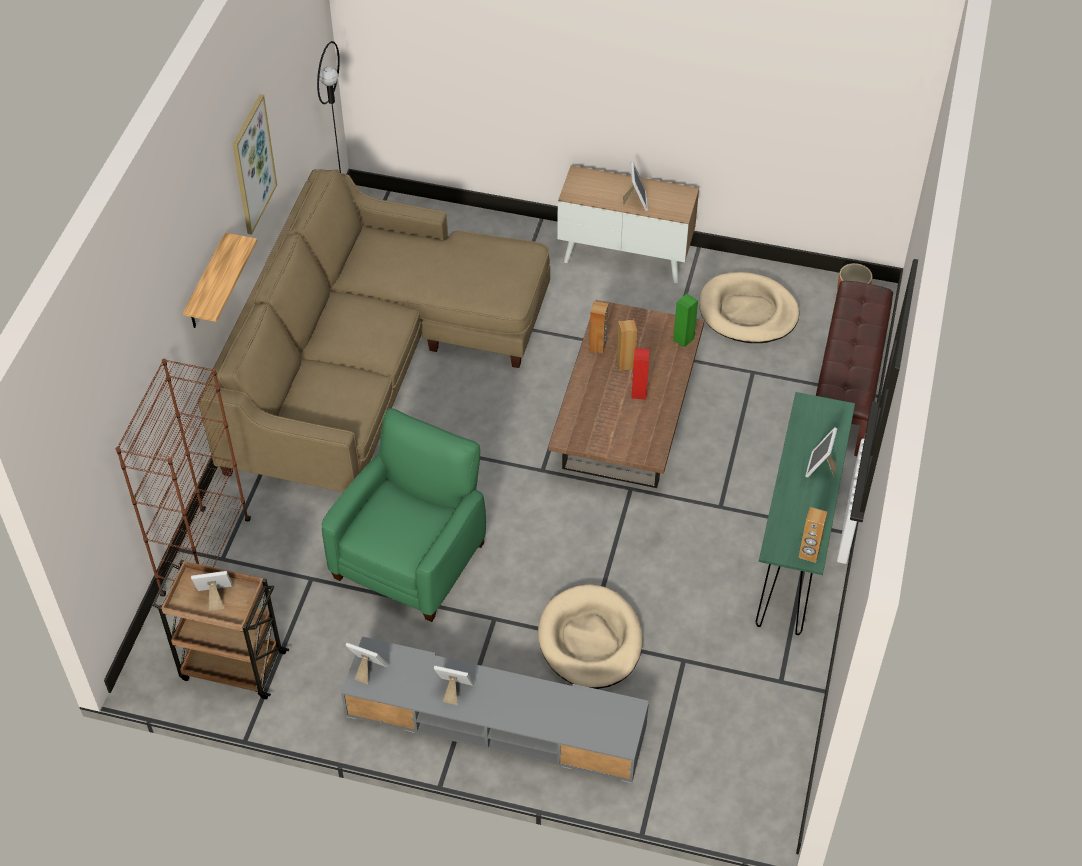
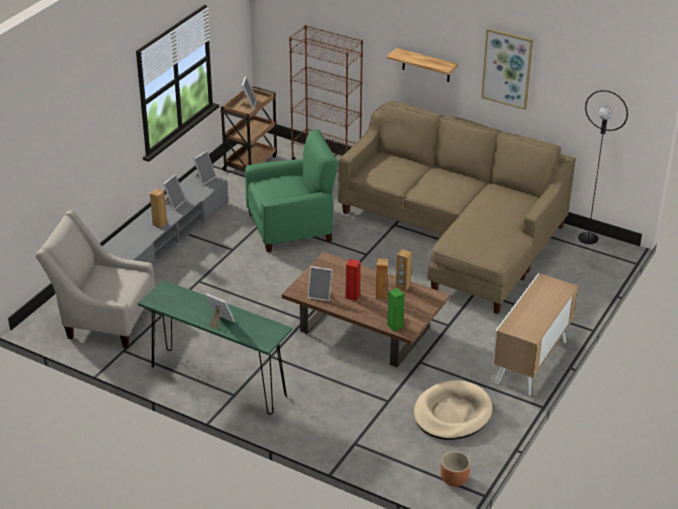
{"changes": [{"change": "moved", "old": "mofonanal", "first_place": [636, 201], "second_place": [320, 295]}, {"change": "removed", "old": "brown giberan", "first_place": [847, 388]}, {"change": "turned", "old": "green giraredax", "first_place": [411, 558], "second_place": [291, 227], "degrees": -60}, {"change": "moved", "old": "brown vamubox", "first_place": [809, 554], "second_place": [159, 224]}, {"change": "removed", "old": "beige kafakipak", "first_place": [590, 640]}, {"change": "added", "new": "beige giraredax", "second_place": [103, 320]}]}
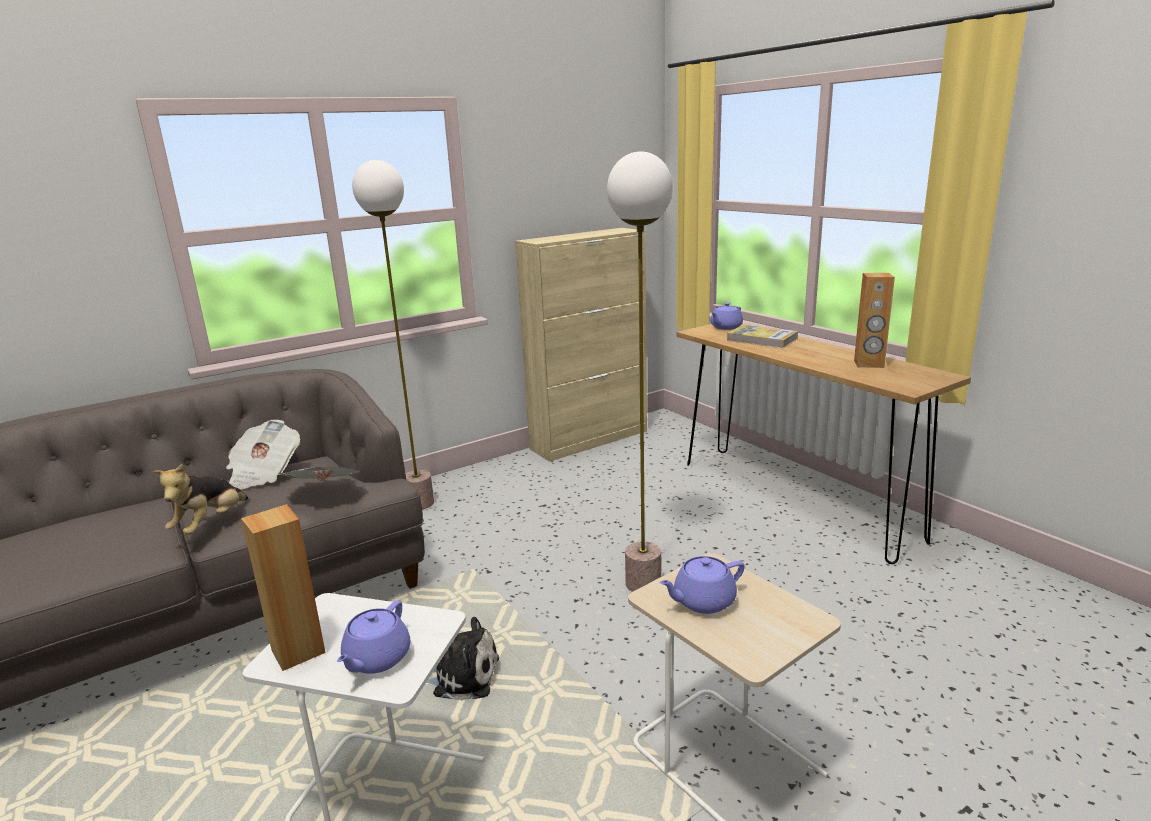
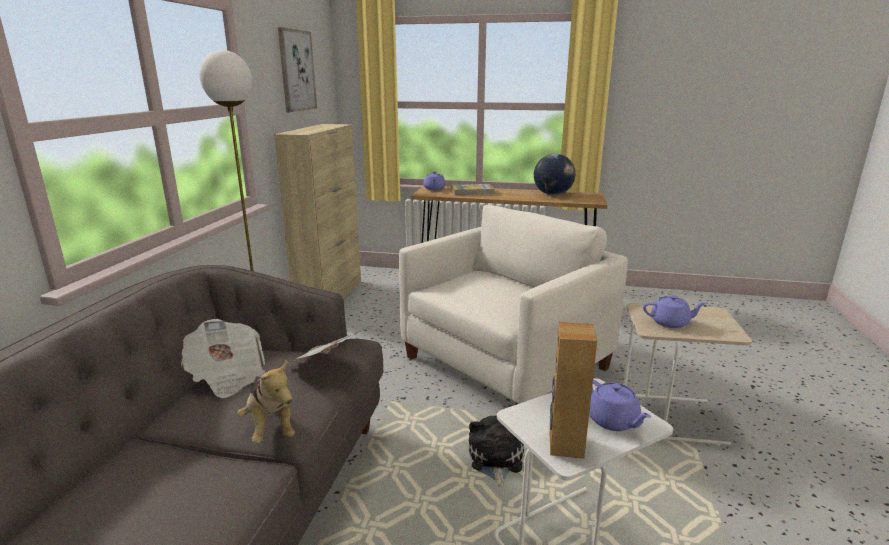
{"changes": [{"change": "replaced", "old": "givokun", "new": "white giraredax", "first_place": [643, 584], "second_place": [504, 362]}, {"change": "replaced", "old": "brown vamubox", "new": "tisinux", "first_place": [869, 364], "second_place": [552, 194]}, {"change": "turned", "old": "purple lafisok", "first_place": [702, 601], "second_place": [670, 322], "degrees": -105}, {"change": "turned", "old": "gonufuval", "first_place": [462, 676], "second_place": [495, 460], "degrees": -45}, {"change": "added", "new": "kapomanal", "second_place": [296, 70]}]}
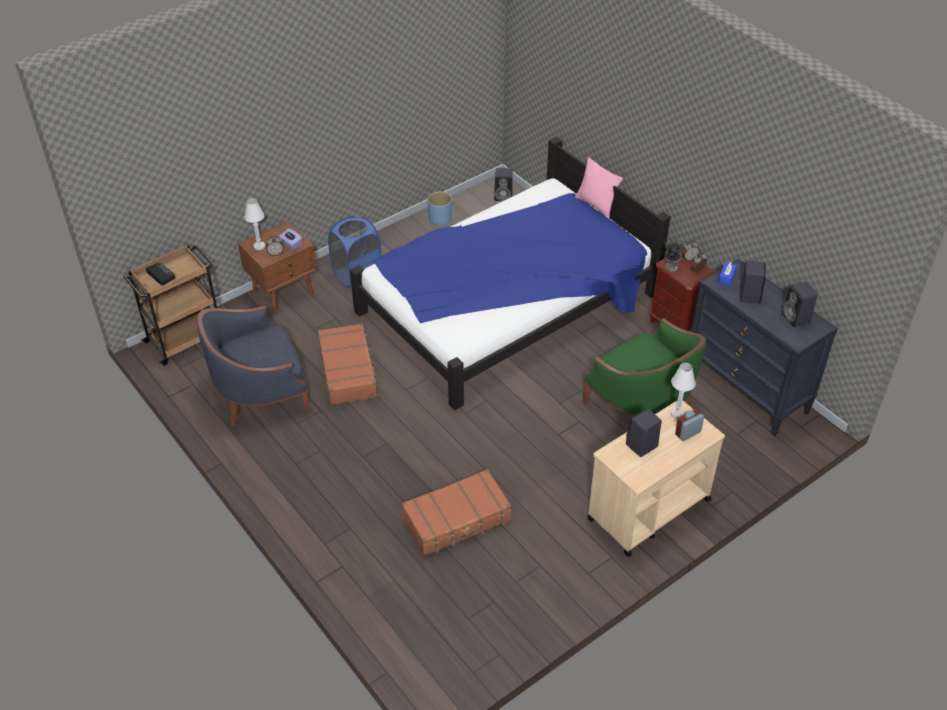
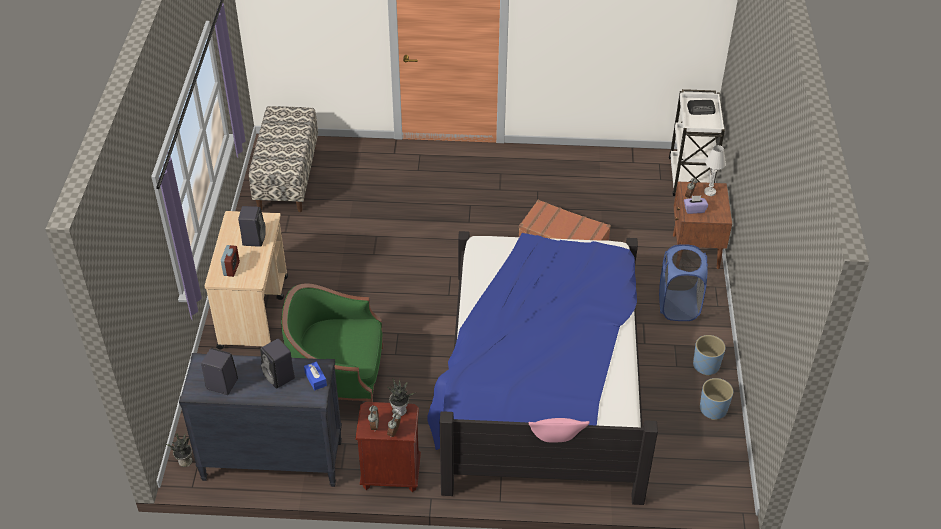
{"changes": [{"change": "removed", "old": "black vamubox", "first_place": [504, 196]}, {"change": "recoloured", "old": "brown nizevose", "new": "white nizevose", "first_place": [185, 339], "second_place": [690, 179]}, {"change": "removed", "old": "blue giraredax", "first_place": [260, 393]}, {"change": "removed", "old": "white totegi", "first_place": [677, 413]}, {"change": "removed", "old": "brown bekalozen", "first_place": [457, 520]}, {"change": "added", "new": "giberan", "second_place": [287, 177]}, {"change": "added", "new": "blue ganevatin", "second_place": [706, 365]}, {"change": "added", "new": "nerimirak", "second_place": [184, 461]}]}
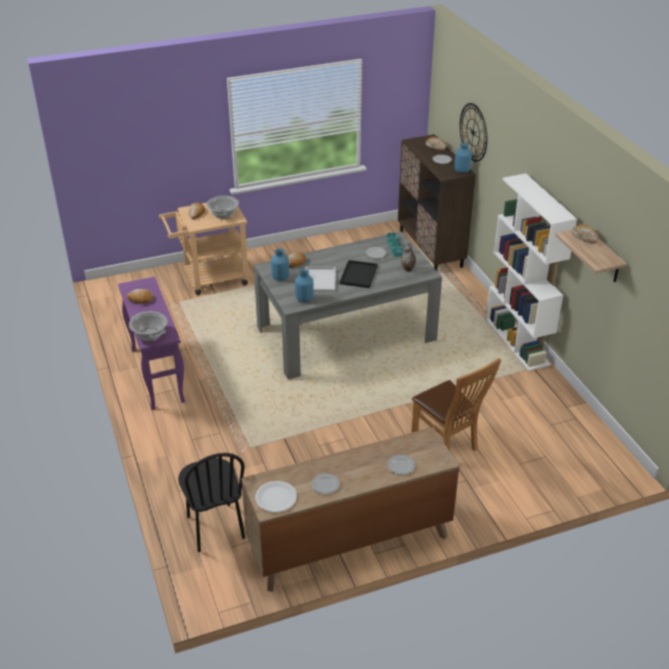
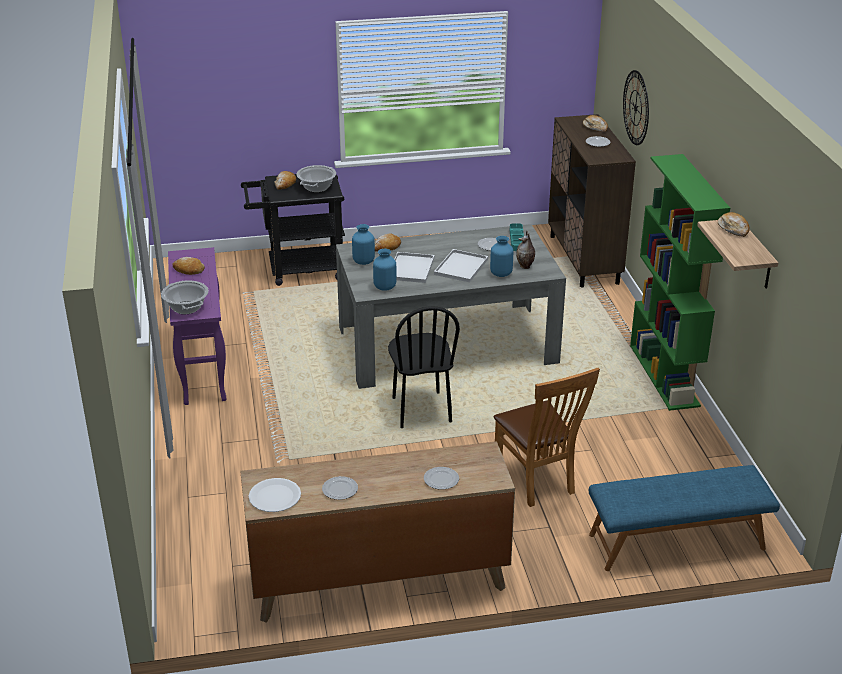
{"changes": [{"change": "moved", "old": "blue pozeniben", "first_place": [461, 171], "second_place": [500, 274]}, {"change": "recoloured", "old": "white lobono", "new": "green lobono", "first_place": [517, 342], "second_place": [665, 375]}, {"change": "recoloured", "old": "beige nizevose", "new": "black nizevose", "first_place": [210, 279], "second_place": [298, 269]}, {"change": "recoloured", "old": "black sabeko", "new": "white sabeko", "first_place": [358, 274], "second_place": [461, 266]}, {"change": "moved", "old": "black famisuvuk", "first_place": [215, 527], "second_place": [421, 410]}, {"change": "added", "new": "blue giberan", "second_place": [677, 542]}]}
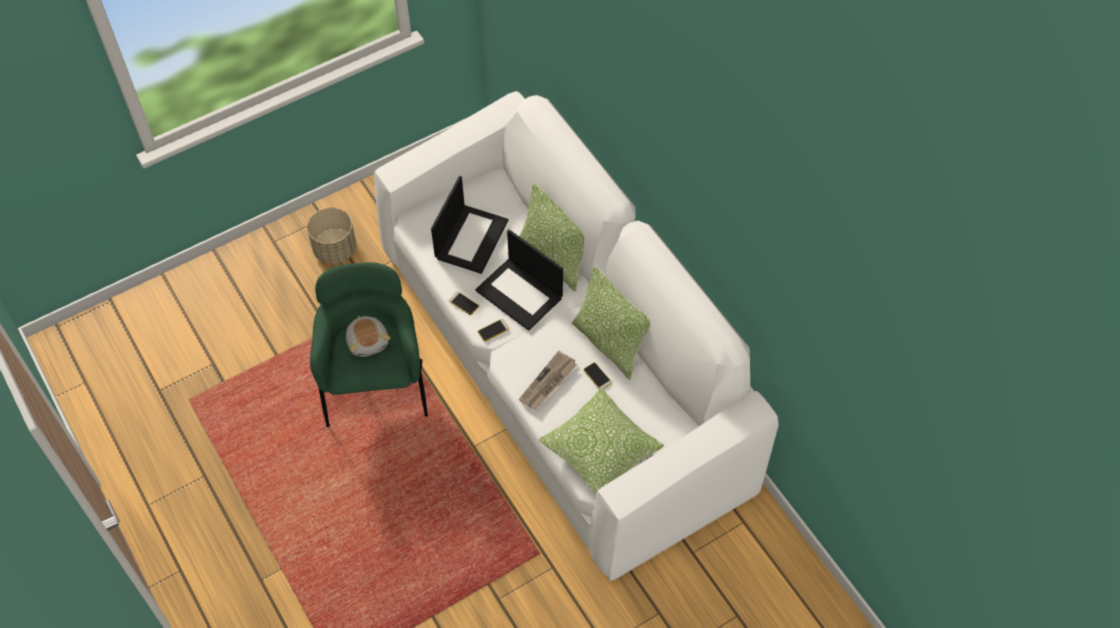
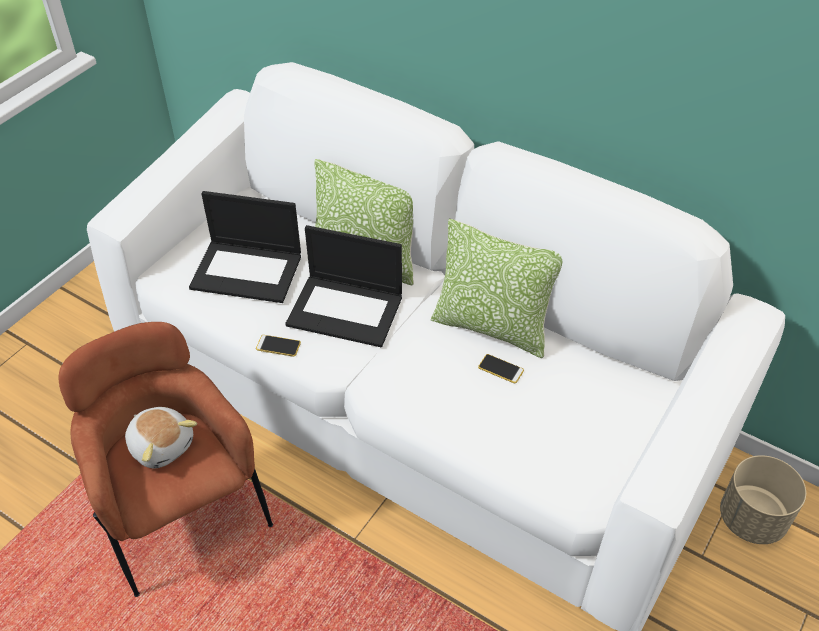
{"changes": [{"change": "turned", "old": "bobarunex", "first_place": [471, 238], "second_place": [248, 271], "degrees": 105}, {"change": "moved", "old": "beige ganevatin", "first_place": [335, 249], "second_place": [751, 519]}, {"change": "recoloured", "old": "green giraredax", "new": "brown giraredax", "first_place": [375, 383], "second_place": [181, 511]}, {"change": "removed", "old": "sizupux", "first_place": [493, 330]}, {"change": "removed", "old": "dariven", "first_place": [548, 383]}, {"change": "removed", "old": "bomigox", "first_place": [600, 450]}]}
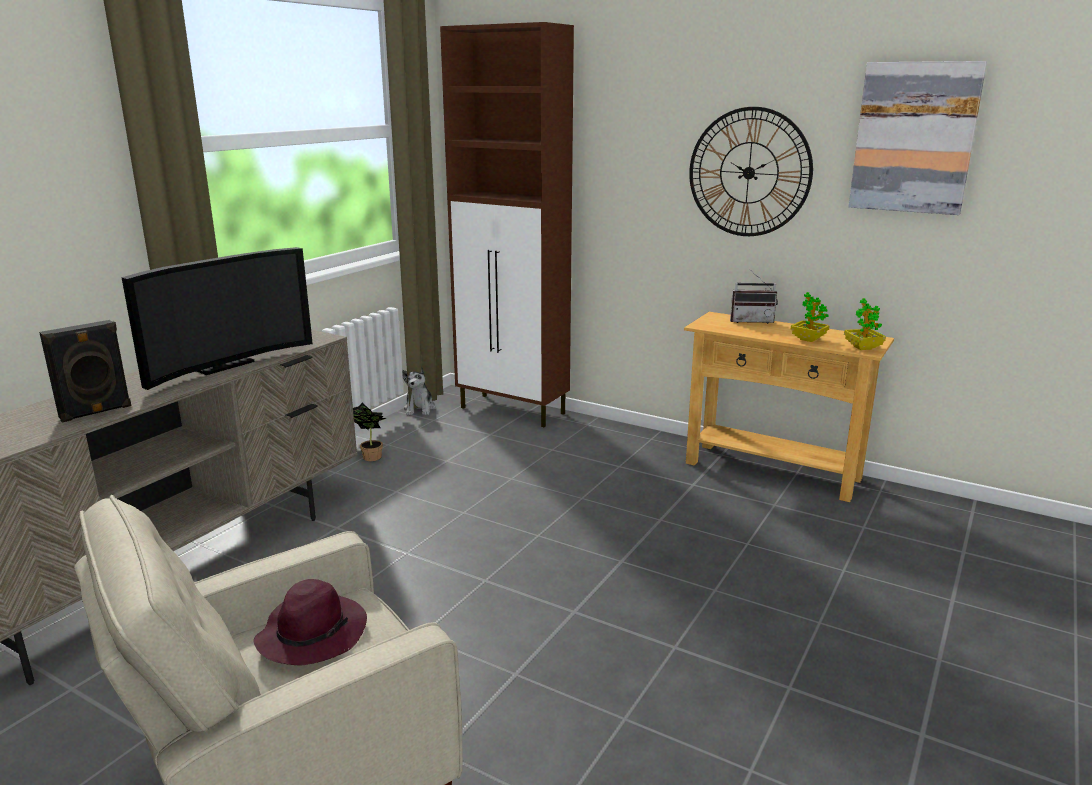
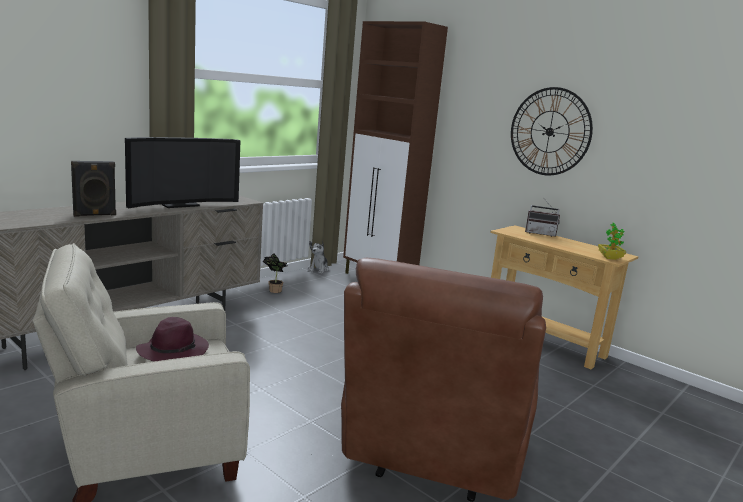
{"changes": [{"change": "removed", "old": "kapomanal", "first_place": [914, 138]}, {"change": "removed", "old": "nerimirak", "first_place": [808, 339]}, {"change": "added", "new": "brown giraredax", "second_place": [432, 458]}]}
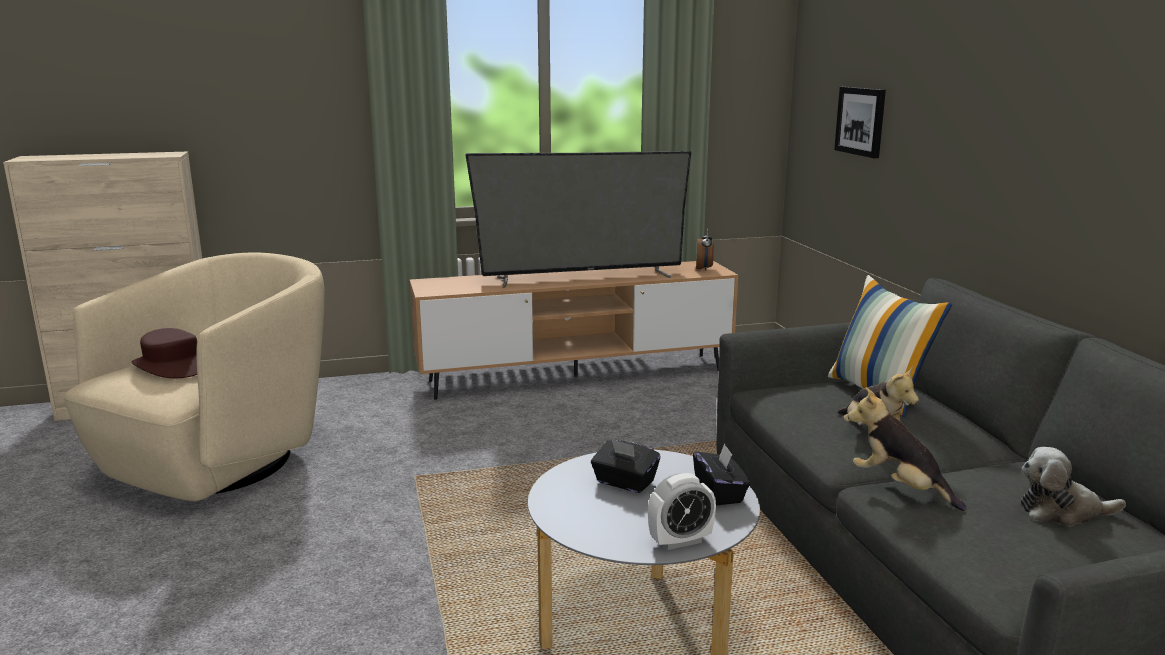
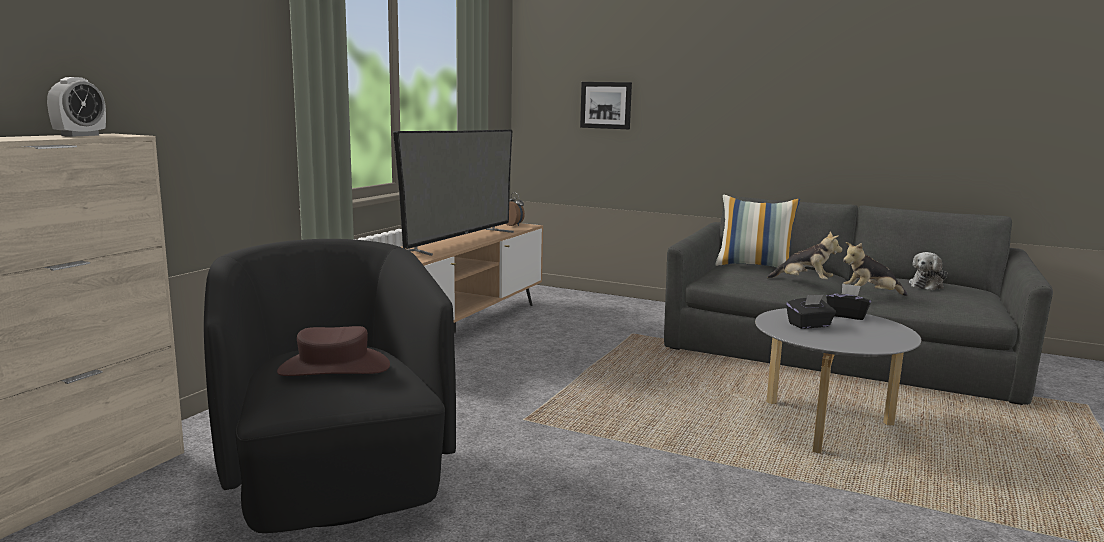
{"changes": [{"change": "recoloured", "old": "beige giraredax", "new": "black giraredax", "first_place": [220, 461], "second_place": [335, 480]}, {"change": "moved", "old": "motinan", "first_place": [680, 541], "second_place": [80, 135]}]}
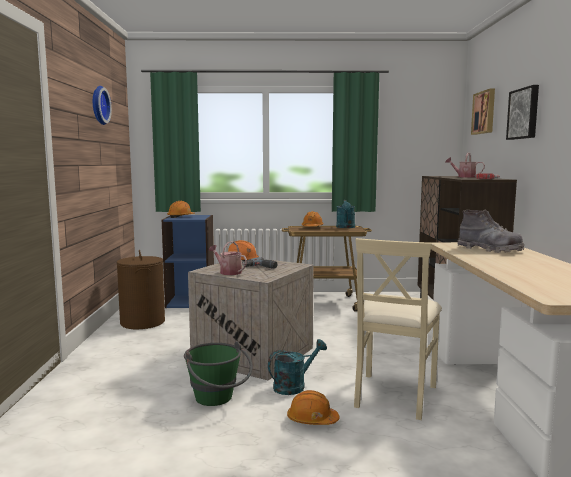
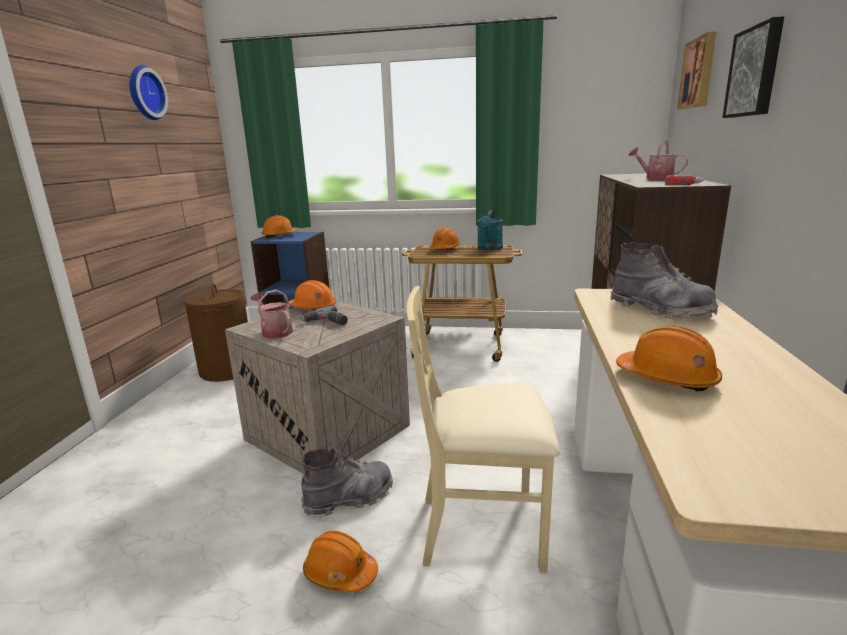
{"changes": [{"change": "turned", "old": "beige famisuvuk", "first_place": [394, 395], "second_place": [482, 529], "degrees": 60}, {"change": "replaced", "old": "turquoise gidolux", "new": "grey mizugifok", "first_place": [294, 386], "second_place": [350, 498]}, {"change": "removed", "old": "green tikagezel", "first_place": [218, 400]}, {"change": "added", "new": "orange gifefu", "second_place": [667, 378]}]}
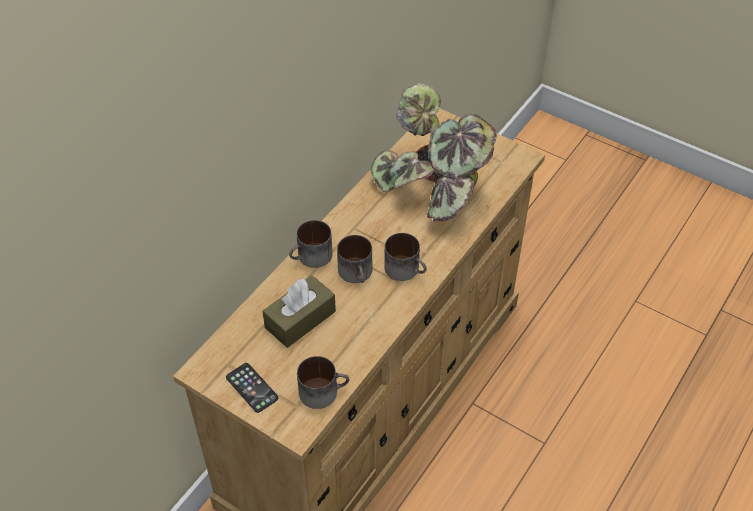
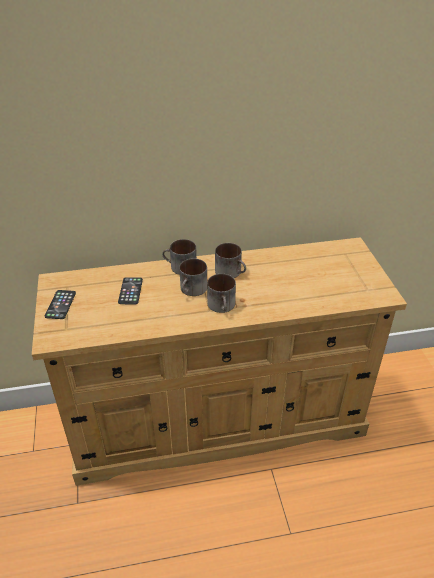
{"changes": [{"change": "removed", "old": "nerimirak", "first_place": [434, 190]}, {"change": "replaced", "old": "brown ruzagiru", "new": "sizupux", "first_place": [300, 319], "second_place": [130, 291]}, {"change": "moved", "old": "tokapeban", "first_place": [323, 391], "second_place": [231, 272]}]}
